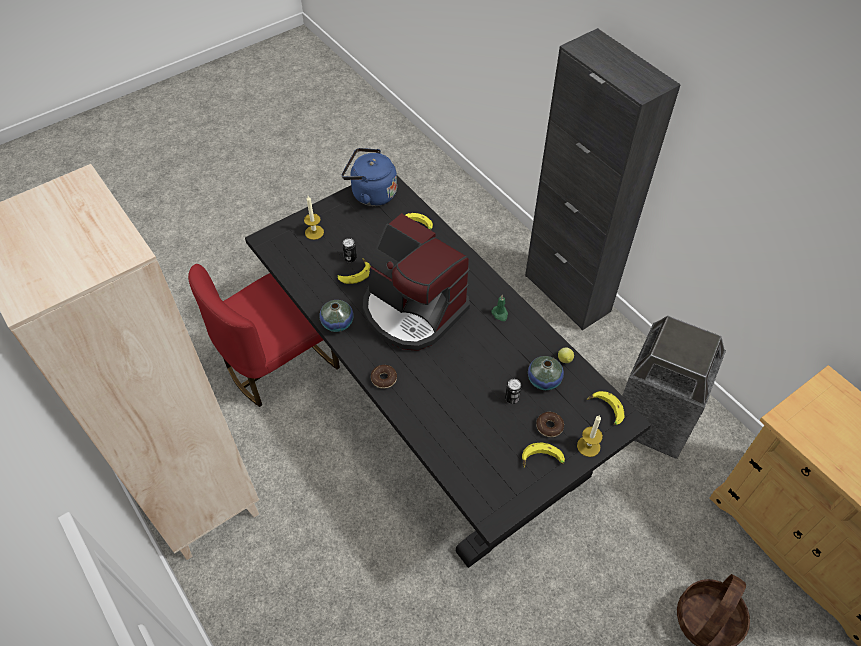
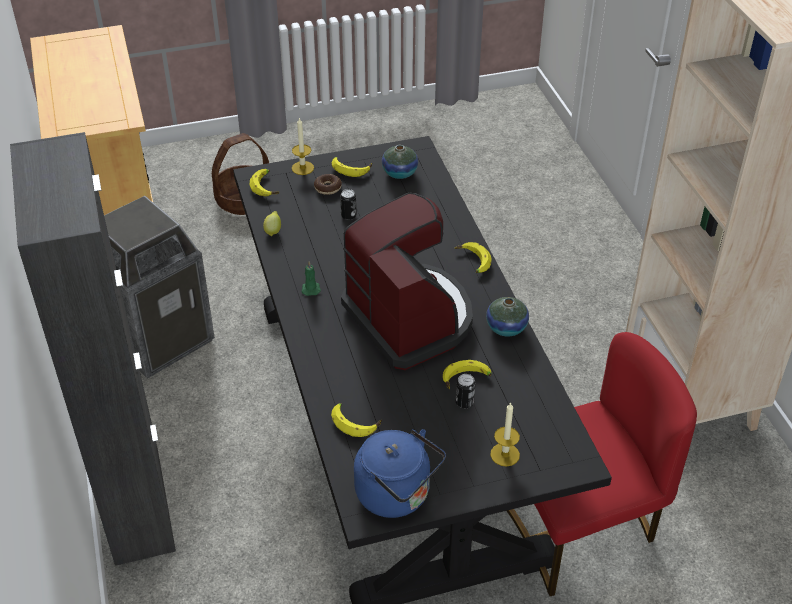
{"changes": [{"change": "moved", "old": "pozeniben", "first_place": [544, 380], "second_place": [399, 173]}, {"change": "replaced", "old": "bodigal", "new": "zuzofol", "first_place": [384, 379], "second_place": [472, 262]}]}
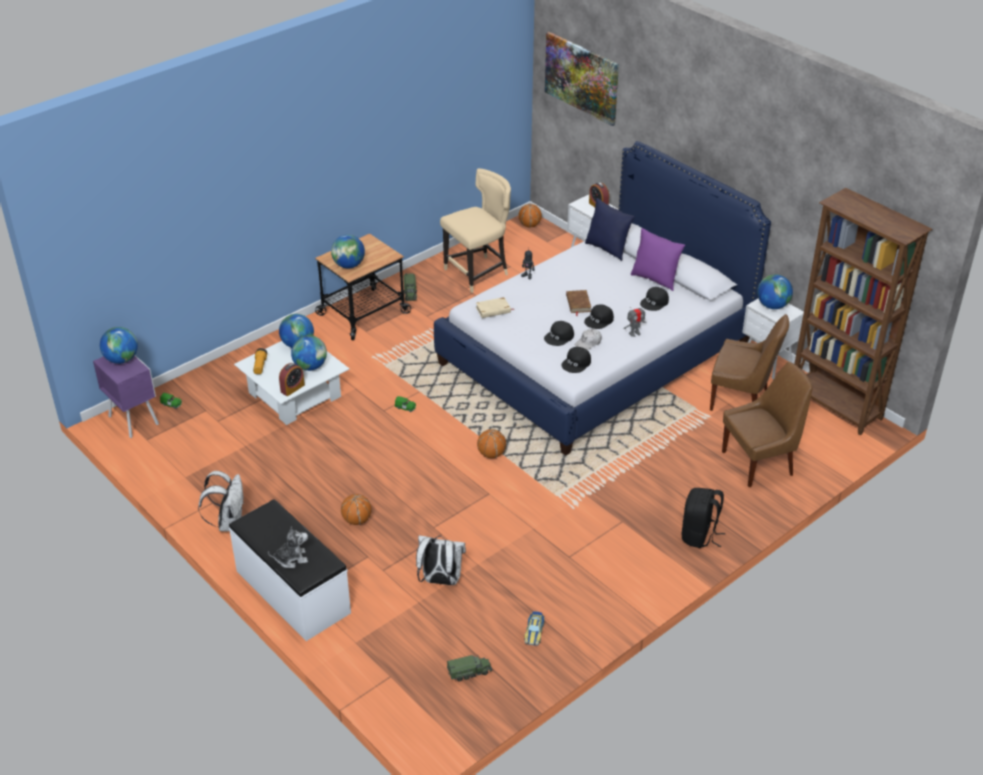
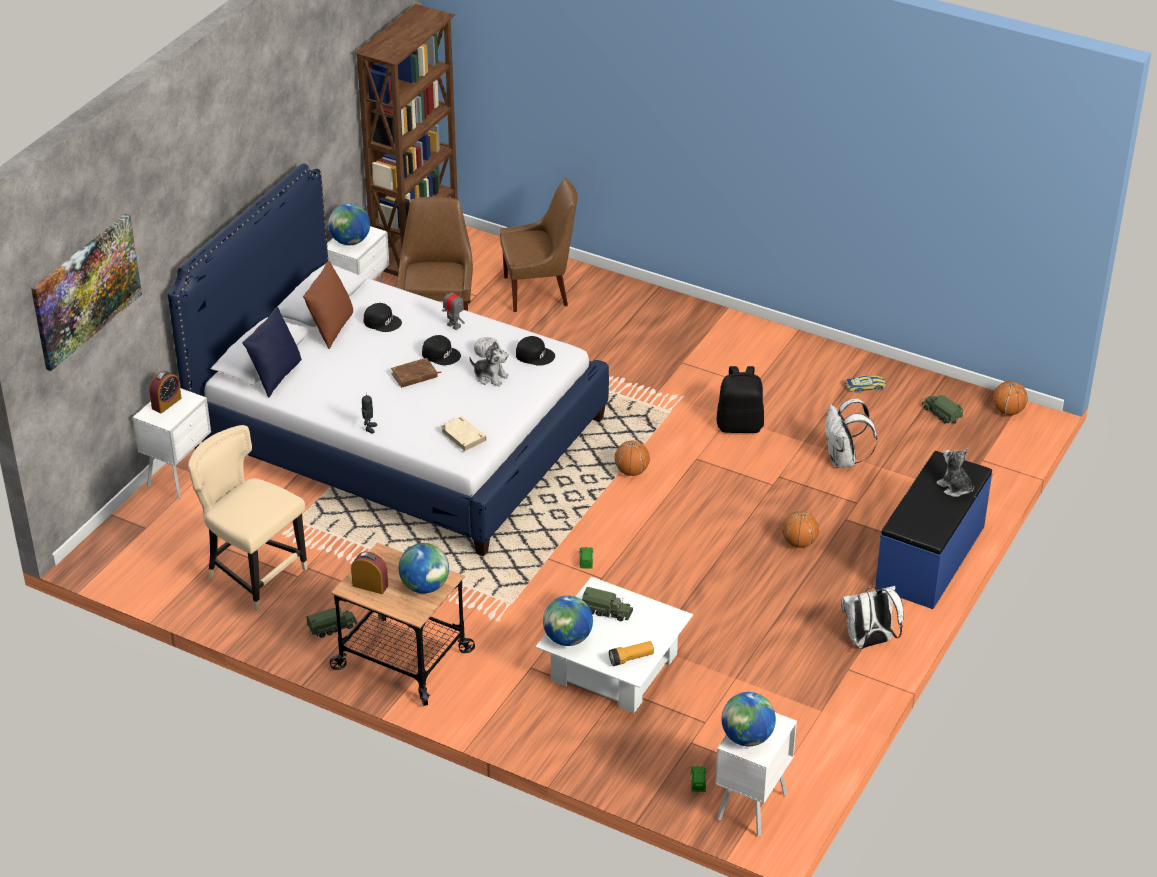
{"changes": [{"change": "moved", "old": "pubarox", "first_place": [529, 225], "second_place": [1008, 411]}, {"change": "recoloured", "old": "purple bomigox", "new": "brown bomigox", "first_place": [655, 279], "second_place": [331, 329]}, {"change": "replaced", "old": "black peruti", "new": "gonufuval", "first_place": [559, 337], "second_place": [490, 377]}, {"change": "replaced", "old": "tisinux", "new": "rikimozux", "first_place": [310, 366], "second_place": [607, 611]}, {"change": "recoloured", "old": "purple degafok", "new": "white degafok", "first_place": [133, 420], "second_place": [750, 808]}, {"change": "turned", "old": "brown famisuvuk", "first_place": [760, 463], "second_place": [539, 291], "degrees": 120}, {"change": "moved", "old": "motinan", "first_place": [292, 388], "second_place": [370, 585]}, {"change": "moved", "old": "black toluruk", "first_place": [699, 536], "second_place": [740, 425]}, {"change": "recoloured", "old": "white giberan", "new": "blue giberan", "first_place": [292, 592], "second_place": [931, 557]}]}
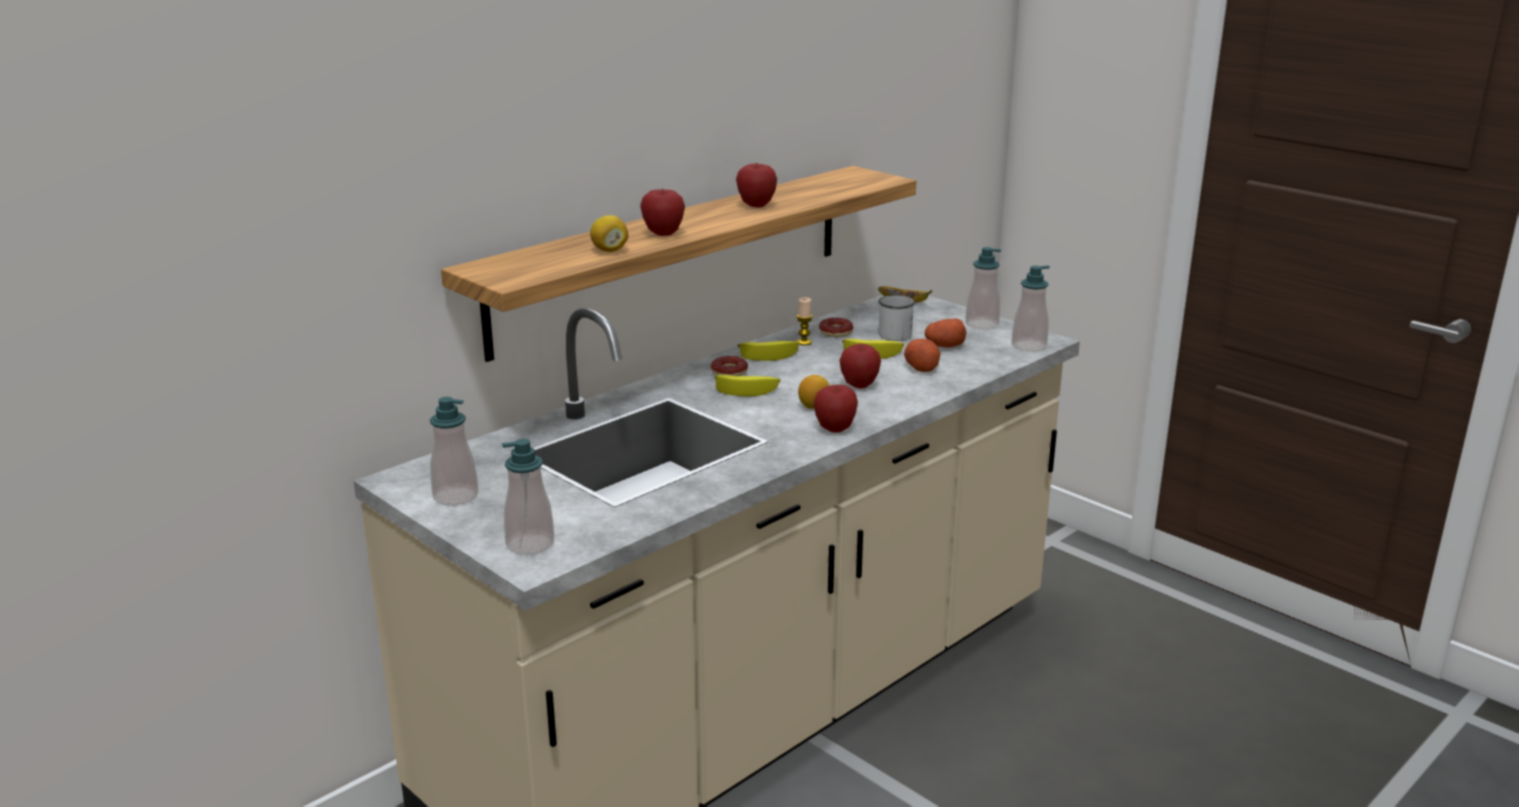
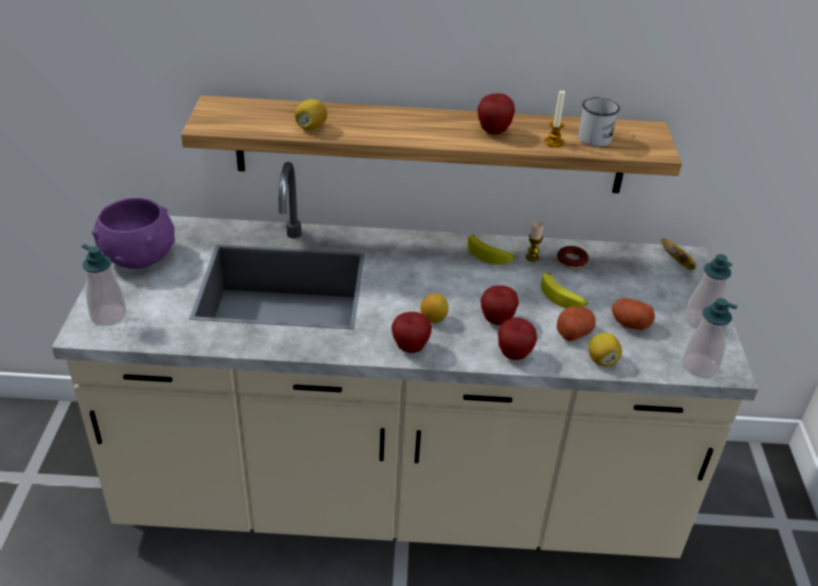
{"changes": [{"change": "moved", "old": "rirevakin", "first_place": [663, 234], "second_place": [514, 354]}, {"change": "moved", "old": "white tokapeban", "first_place": [893, 333], "second_place": [597, 136]}, {"change": "removed", "old": "bodigal", "first_place": [729, 372]}, {"change": "removed", "old": "zuzofol", "first_place": [748, 390]}, {"change": "replaced", "old": "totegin", "new": "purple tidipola", "first_place": [455, 496], "second_place": [139, 256]}, {"change": "added", "new": "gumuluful", "second_place": [553, 142]}, {"change": "added", "new": "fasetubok", "second_place": [601, 360]}]}
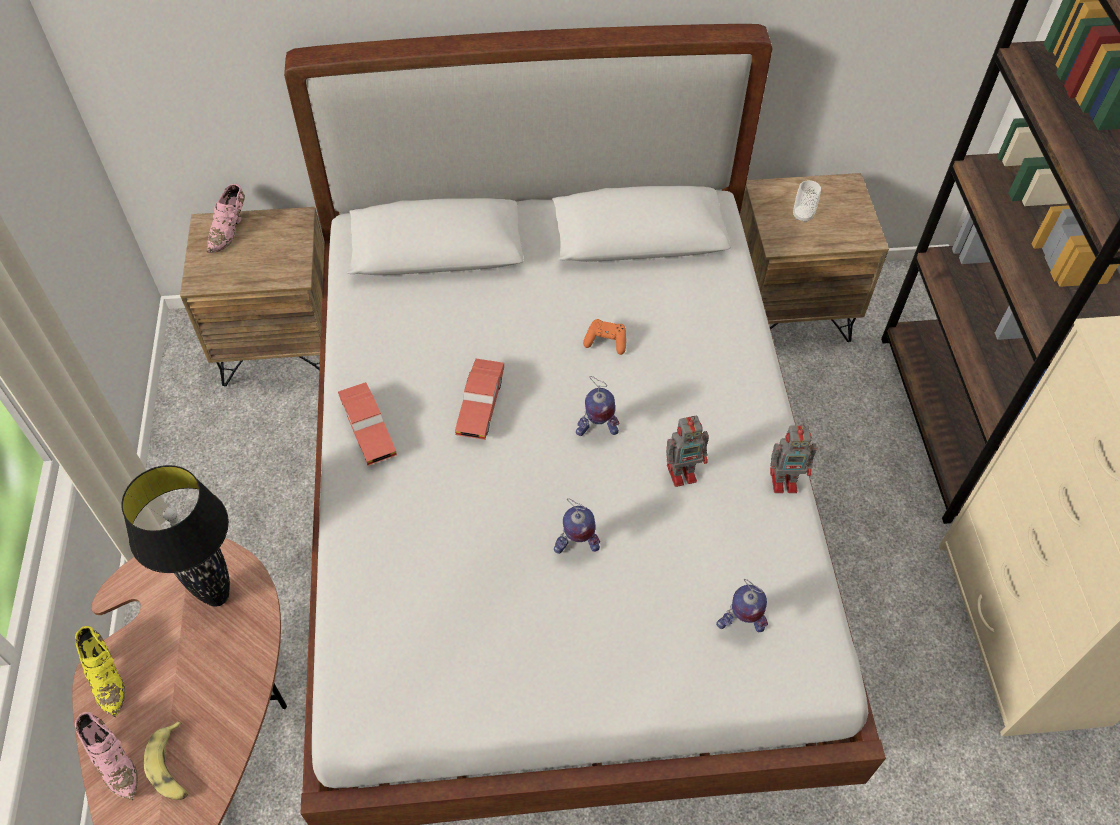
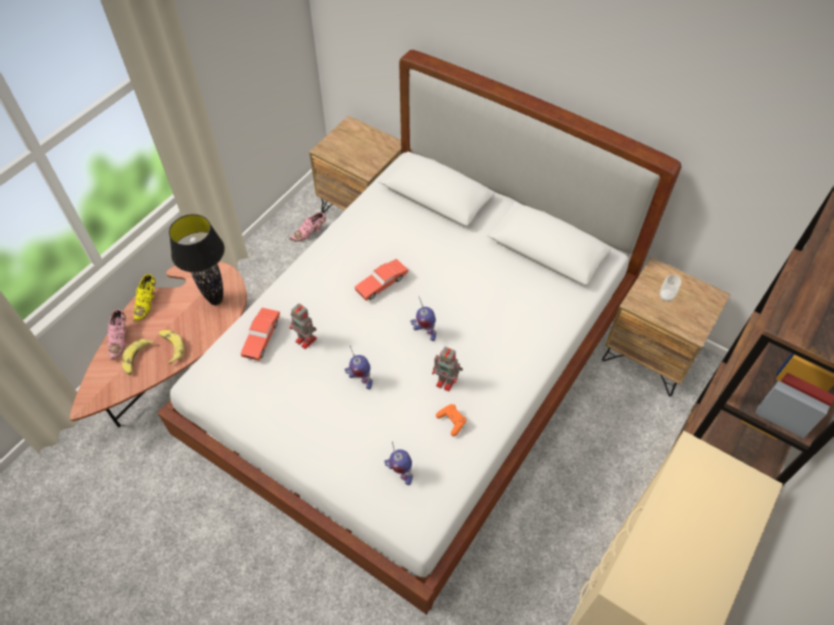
{"changes": [{"change": "moved", "old": "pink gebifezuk", "first_place": [230, 229], "second_place": [310, 233]}, {"change": "moved", "old": "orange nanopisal", "first_place": [606, 341], "second_place": [452, 421]}, {"change": "moved", "old": "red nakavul", "first_place": [368, 430], "second_place": [262, 338]}, {"change": "moved", "old": "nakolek", "first_place": [785, 481], "second_place": [307, 340]}, {"change": "added", "new": "zuzofol", "second_place": [171, 347]}]}
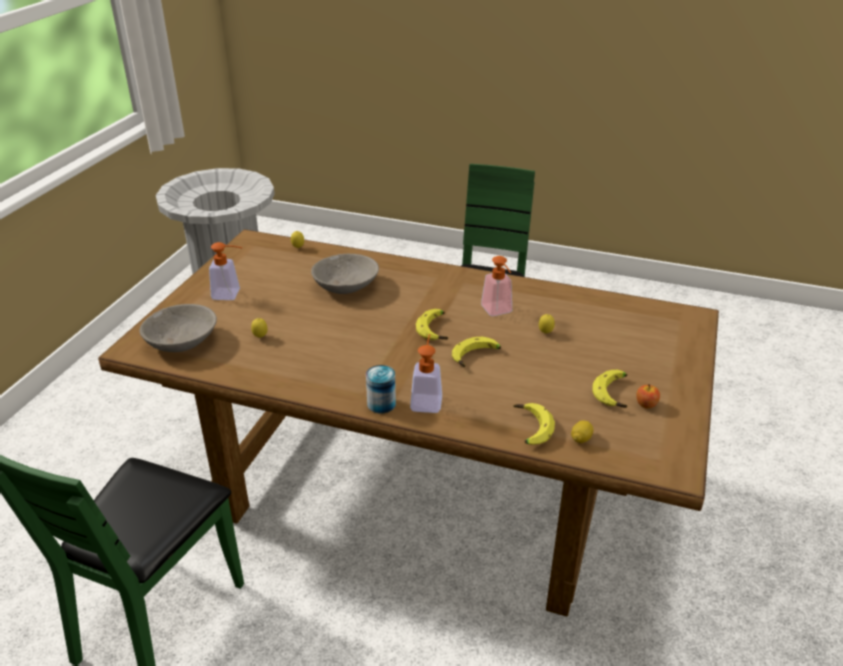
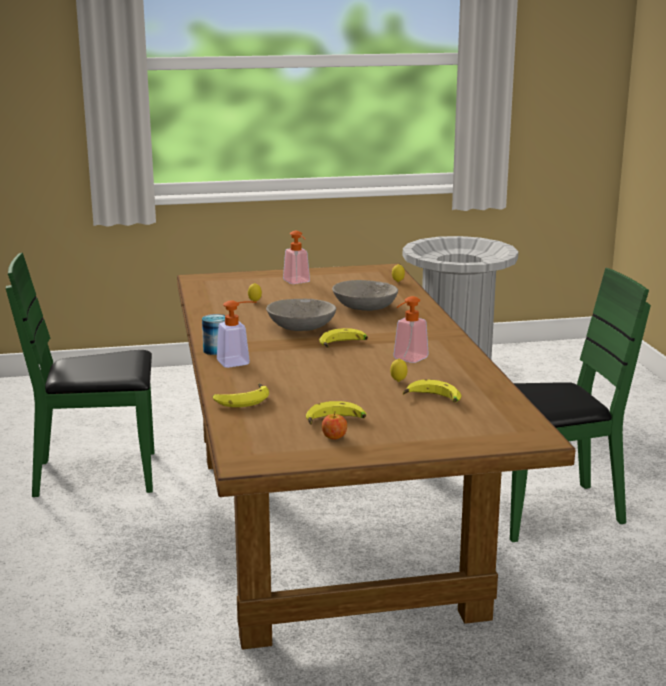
{"changes": [{"change": "moved", "old": "grey tidipola", "first_place": [182, 341], "second_place": [301, 327]}, {"change": "moved", "old": "zuzofol", "first_place": [476, 357], "second_place": [432, 400]}, {"change": "removed", "old": "fasetubok", "first_place": [581, 439]}]}
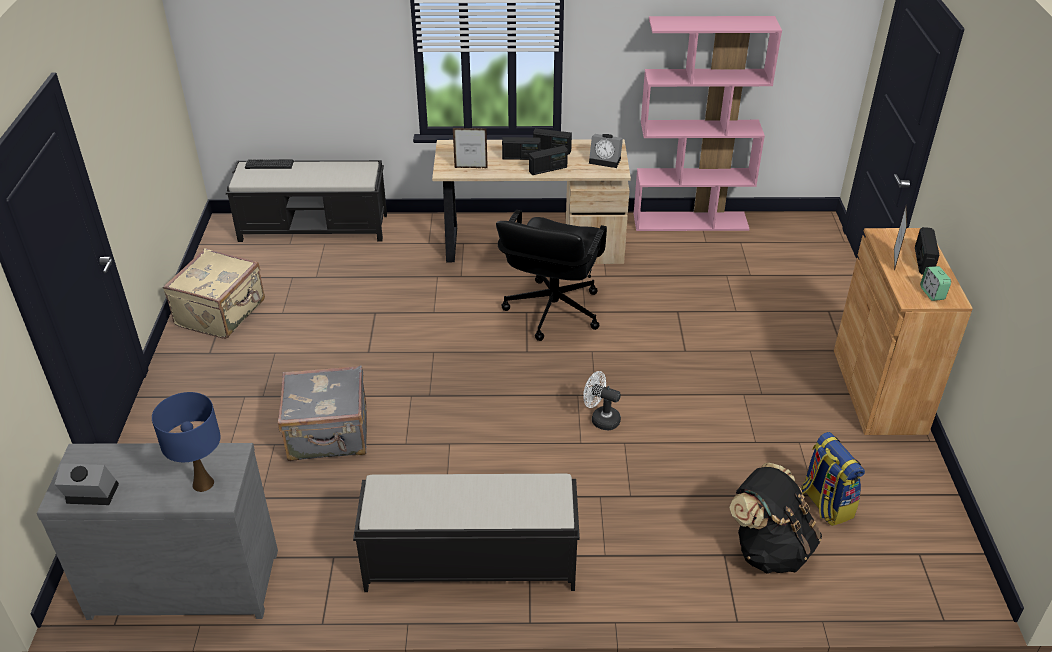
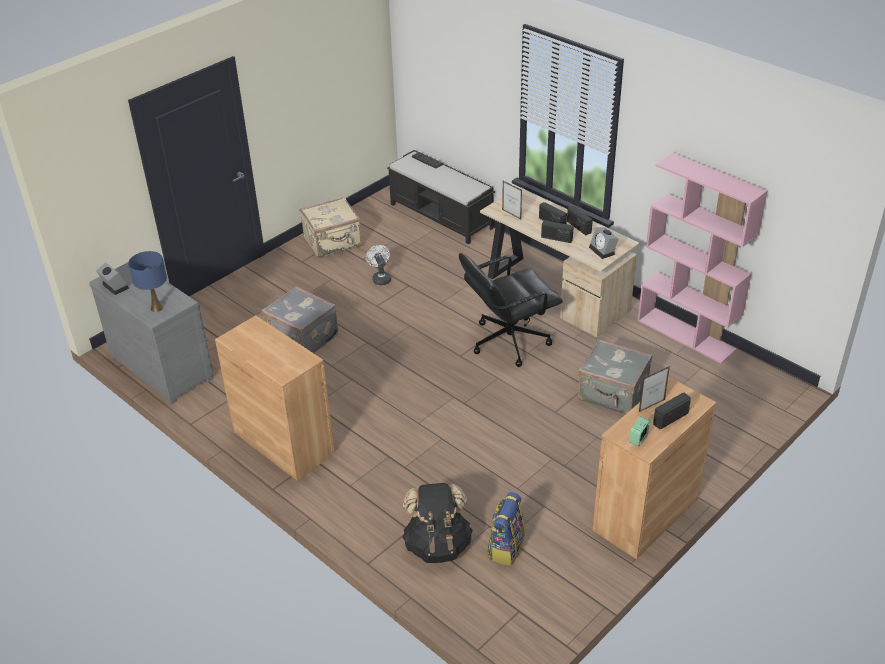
{"changes": [{"change": "moved", "old": "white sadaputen", "first_place": [601, 419], "second_place": [380, 278]}, {"change": "replaced", "old": "black giberan", "new": "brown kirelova", "first_place": [469, 562], "second_place": [283, 442]}, {"change": "added", "new": "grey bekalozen", "second_place": [612, 394]}]}
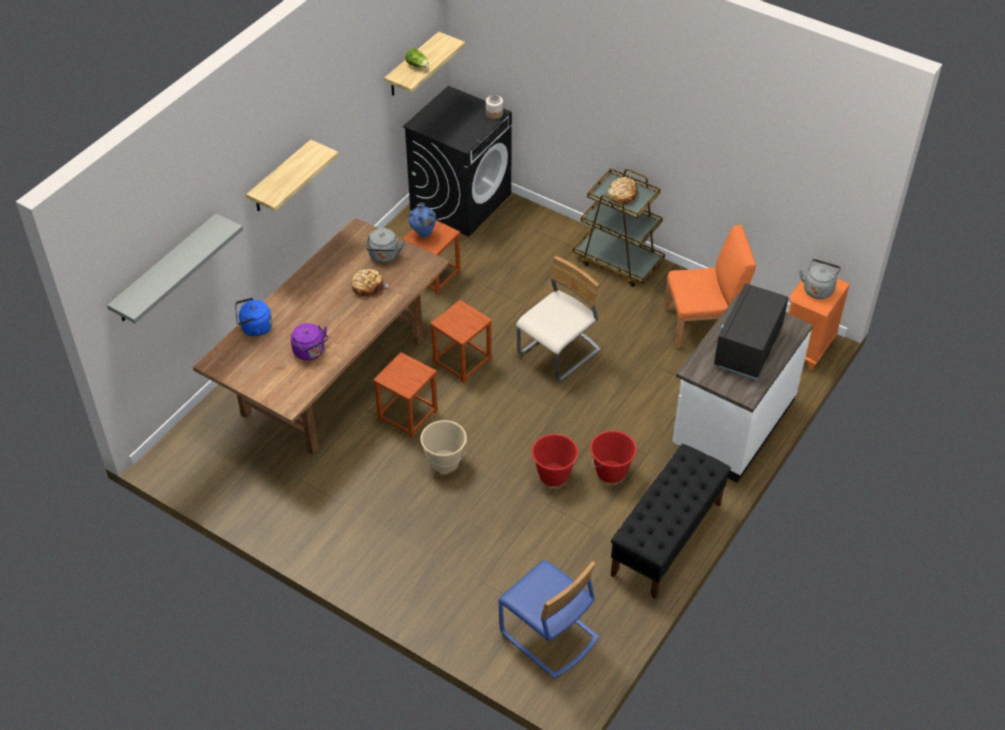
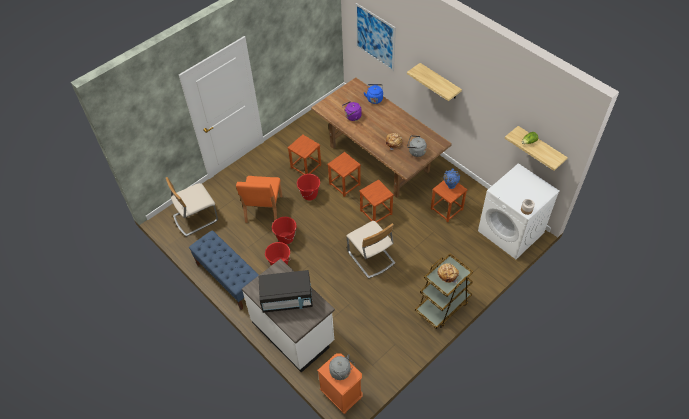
{"changes": [{"change": "recoloured", "old": "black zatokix", "new": "white zatokix", "first_place": [460, 201], "second_place": [511, 232]}, {"change": "replaced", "old": "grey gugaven", "new": "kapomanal", "first_place": [165, 269], "second_place": [375, 37]}, {"change": "moved", "old": "orange famisuvuk", "first_place": [703, 325], "second_place": [263, 209]}, {"change": "turned", "old": "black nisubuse", "first_place": [747, 348], "second_place": [287, 299], "degrees": 135}, {"change": "recoloured", "old": "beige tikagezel", "new": "red tikagezel", "first_place": [444, 461], "second_place": [309, 195]}, {"change": "recoloured", "old": "black giberan", "new": "blue giberan", "first_place": [666, 539], "second_place": [228, 278]}, {"change": "recoloured", "old": "blue famisuvuk", "new": "beige famisuvuk", "first_place": [548, 636], "second_place": [195, 218]}, {"change": "added", "new": "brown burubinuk", "second_place": [305, 166]}]}
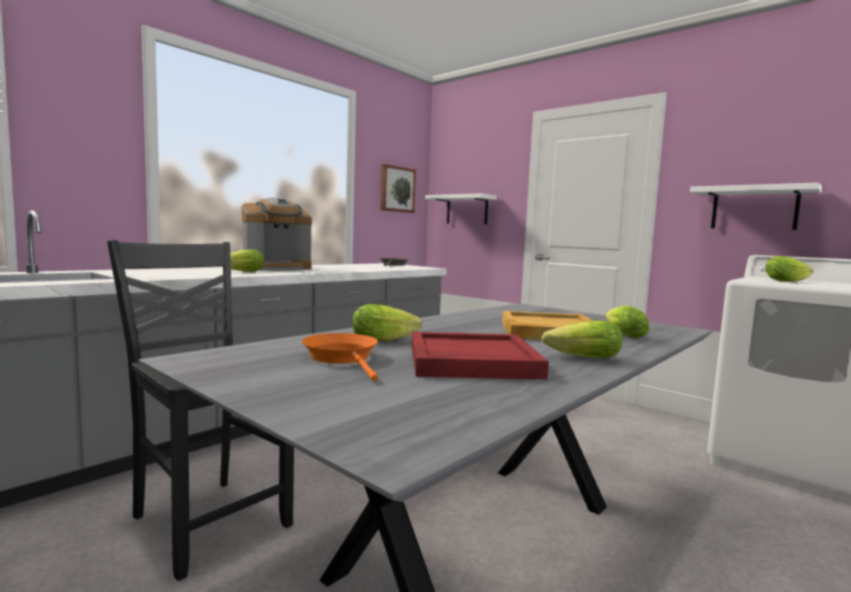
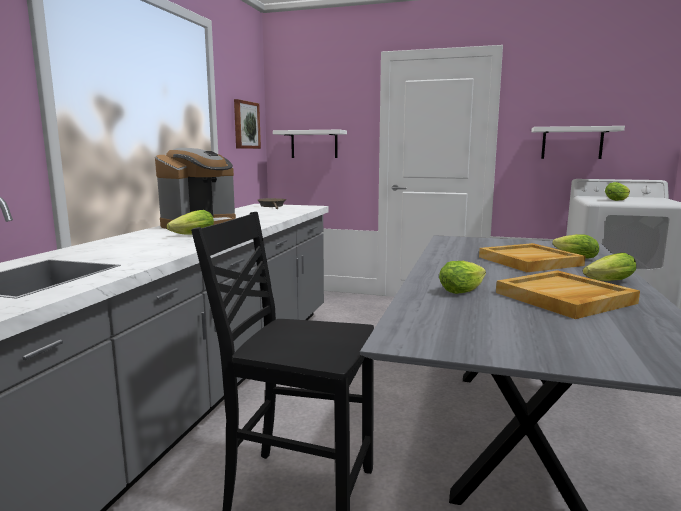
{"changes": [{"change": "recoloured", "old": "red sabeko", "new": "beige sabeko", "first_place": [470, 361], "second_place": [564, 298]}, {"change": "removed", "old": "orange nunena", "first_place": [343, 358]}]}
